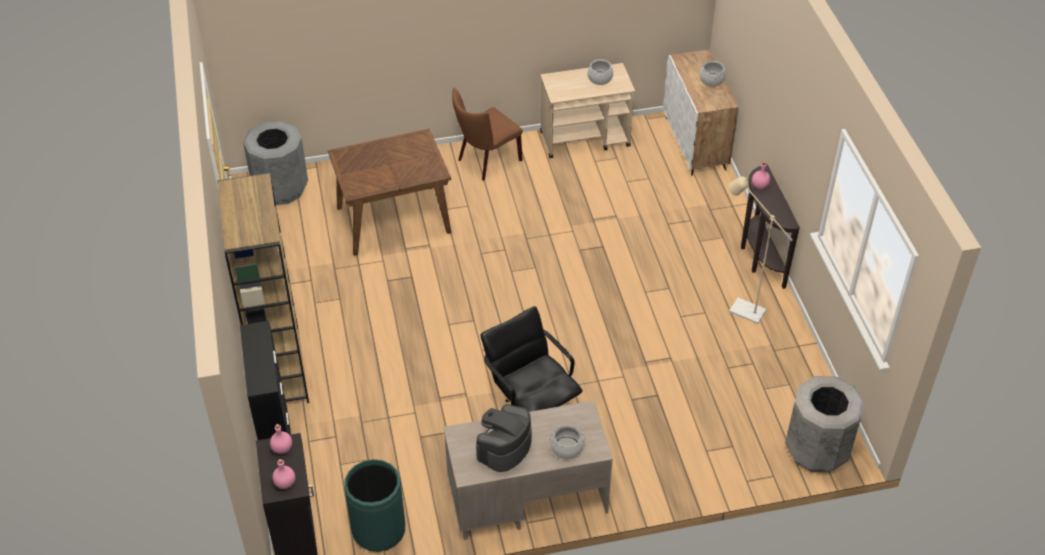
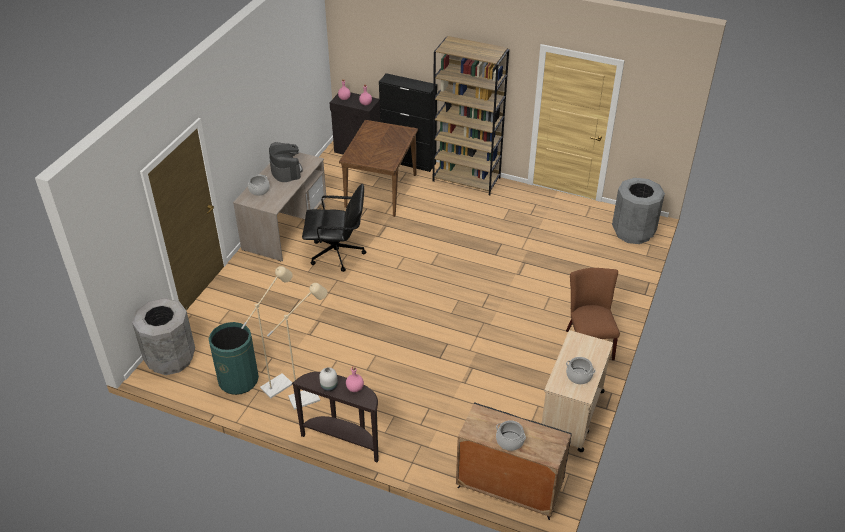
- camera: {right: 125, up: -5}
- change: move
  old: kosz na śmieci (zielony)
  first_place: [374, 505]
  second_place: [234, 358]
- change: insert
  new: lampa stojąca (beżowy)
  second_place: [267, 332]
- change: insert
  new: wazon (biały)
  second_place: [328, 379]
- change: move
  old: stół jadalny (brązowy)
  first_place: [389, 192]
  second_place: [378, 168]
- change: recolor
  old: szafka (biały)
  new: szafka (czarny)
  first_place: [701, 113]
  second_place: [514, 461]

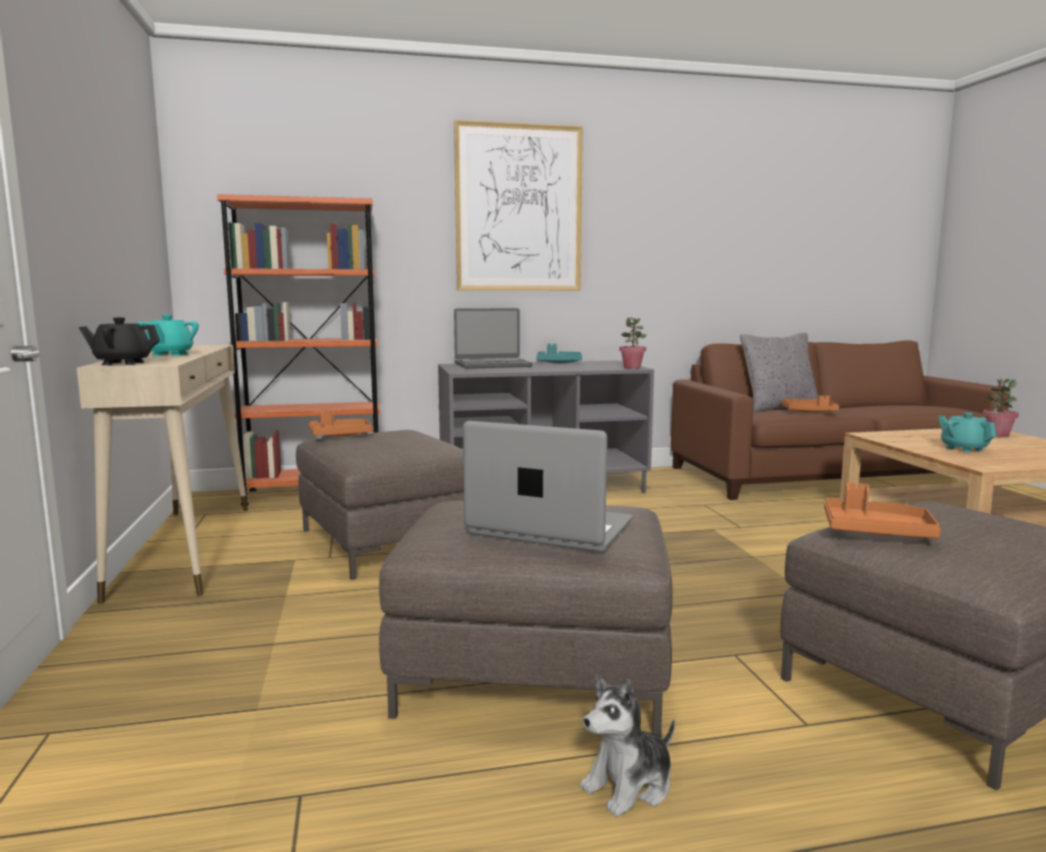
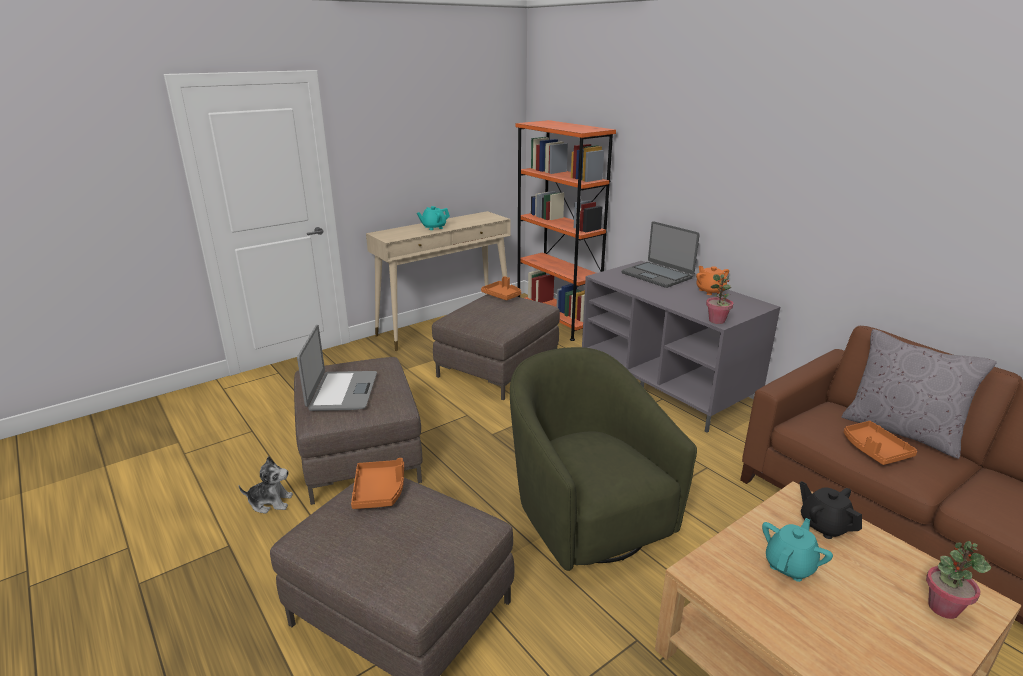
- camera: {right: 65, up: 15}
- change: rotate
  old: pluszak
  first_place: [627, 746]
  second_place: [266, 485]
  degrees: 150
- change: insert
  new: fotel (zielony)
  second_place: [603, 459]
- change: replace
  old: taca (turkusowy)
  new: imbryk (pomarańczowy)
  first_place: [559, 353]
  second_place: [712, 280]
- change: move
  old: imbryk (czarny)
  first_place: [119, 341]
  second_place: [830, 510]
- change: delete
  old: obraz
  first_place: [518, 205]

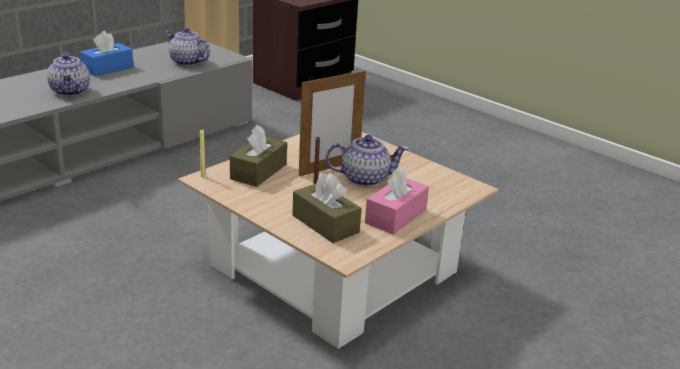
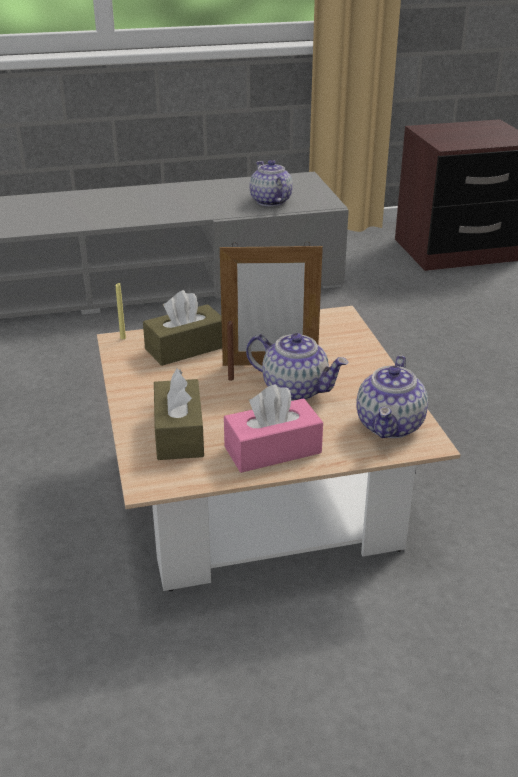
- camera: {right: 35, up: 5}
- change: move
  old: imbryk
  first_place: [68, 74]
  second_place: [392, 396]
- change: delete
  old: pudełko chusteczek (niebieski)
  first_place: [107, 54]

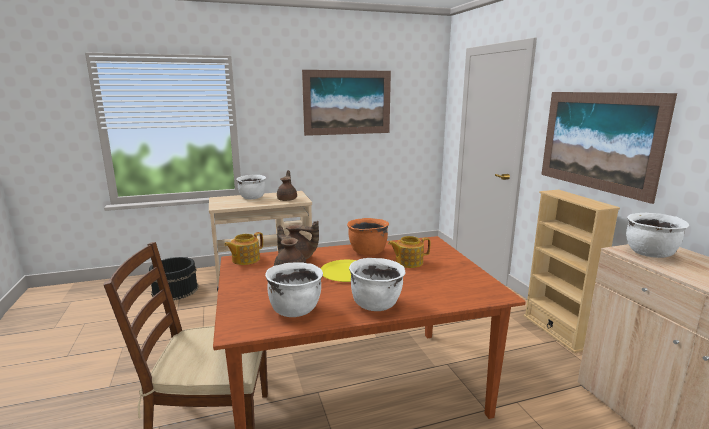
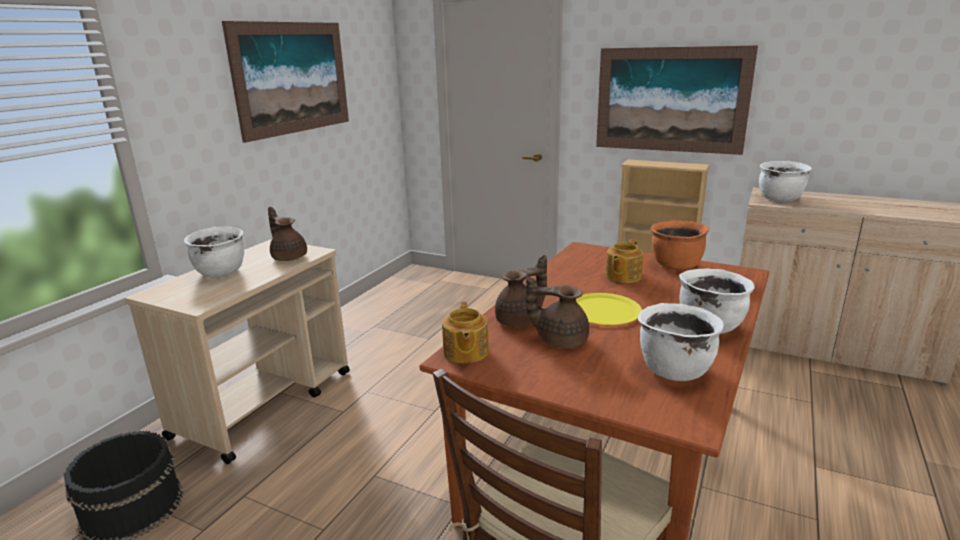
- camera: {right: -45, up: 5}
- change: move
  old: garnek (pomarańczowy)
  first_place: [368, 236]
  second_place: [680, 245]

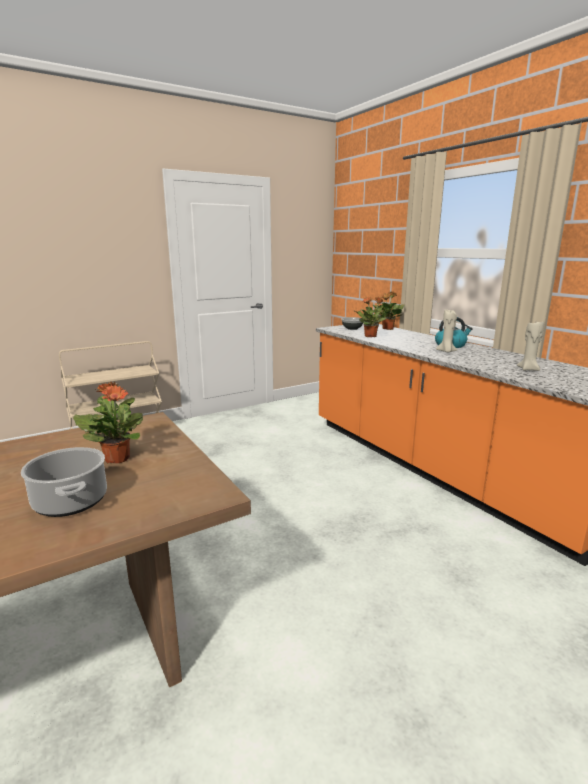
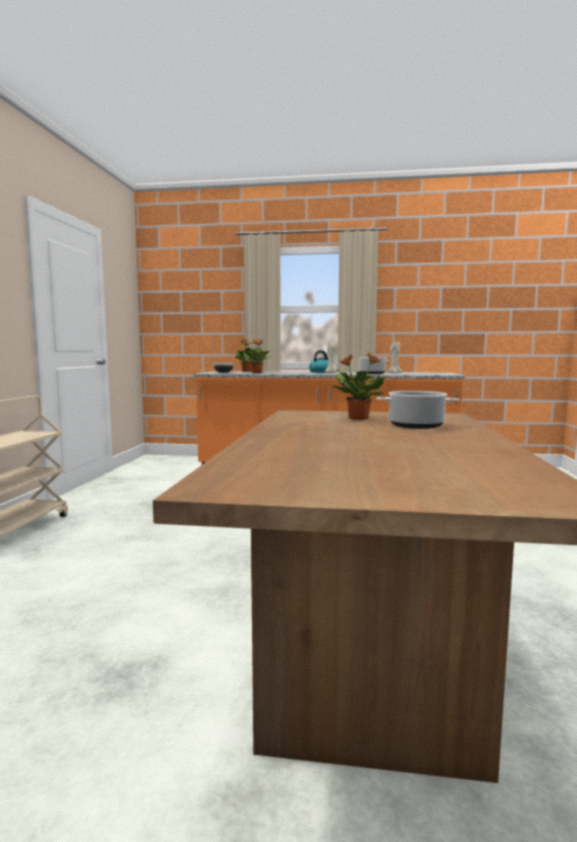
- camera: {right: -50, up: -10}
- change: insert
  new: garnek
  second_place: [373, 365]

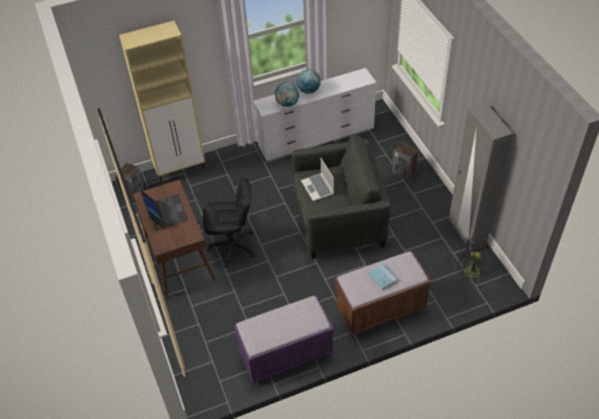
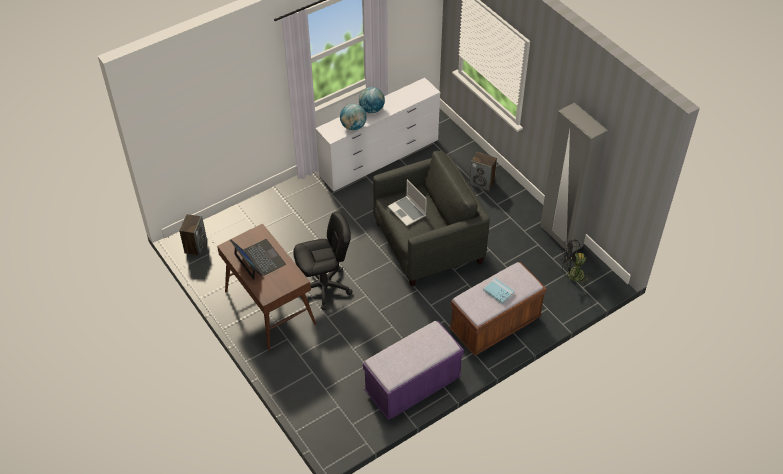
- camera: {right: -15, up: 0}
- change: delete
  old: szafka (beżowy)
  first_place: [162, 101]

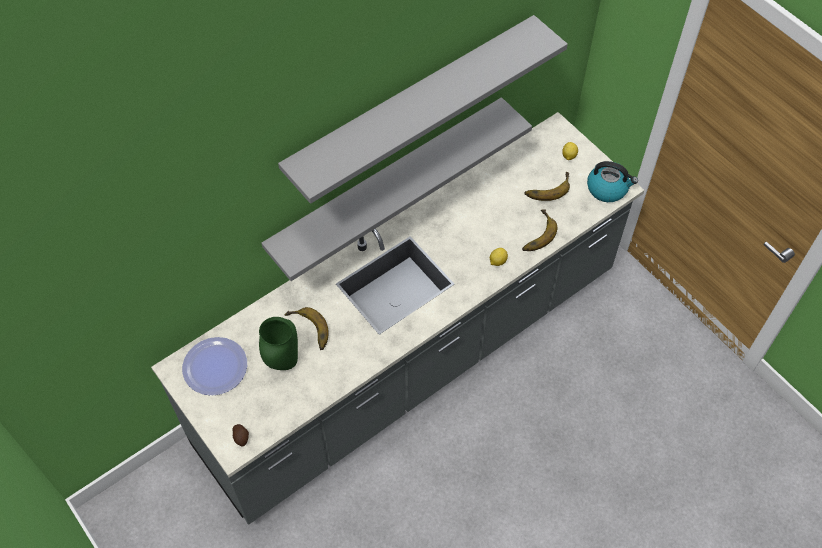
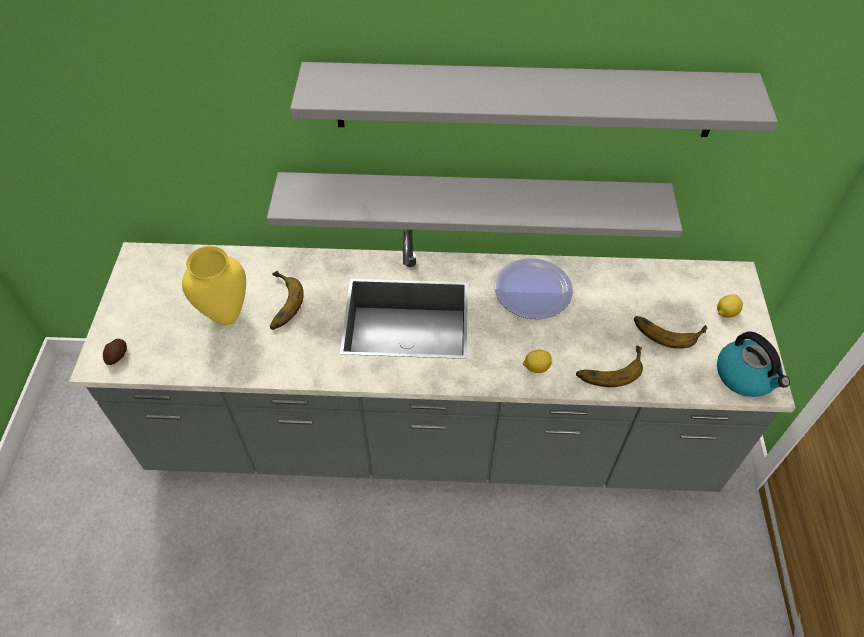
- camera: {right: 40, up: -5}
- change: recolor
  old: wazon (zielony)
  new: wazon (żółty)
  first_place: [278, 343]
  second_place: [214, 285]
- change: move
  old: talerz
  first_place: [214, 366]
  second_place: [534, 288]

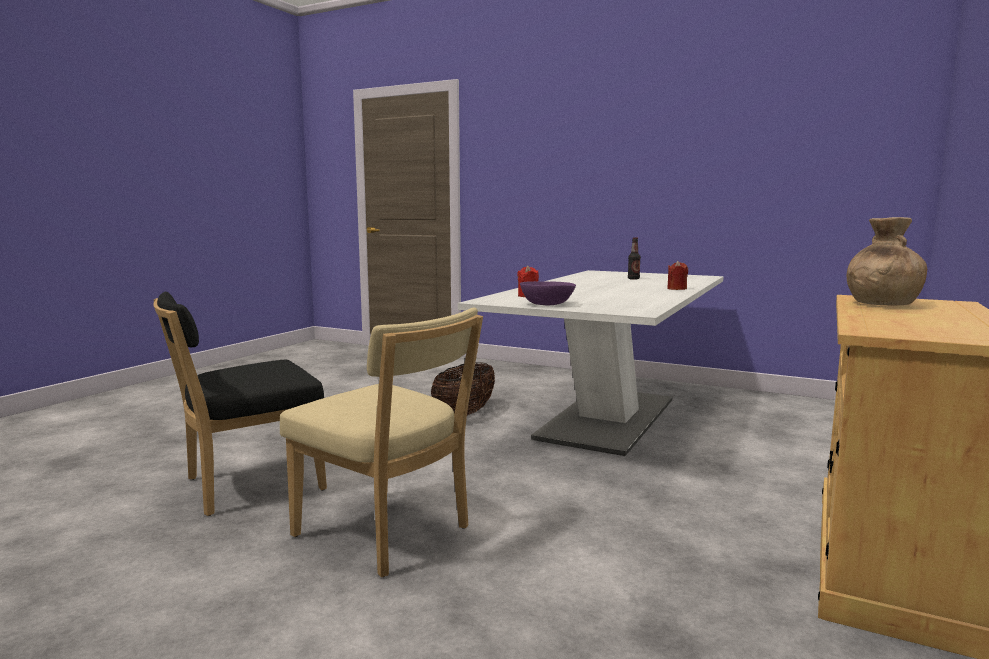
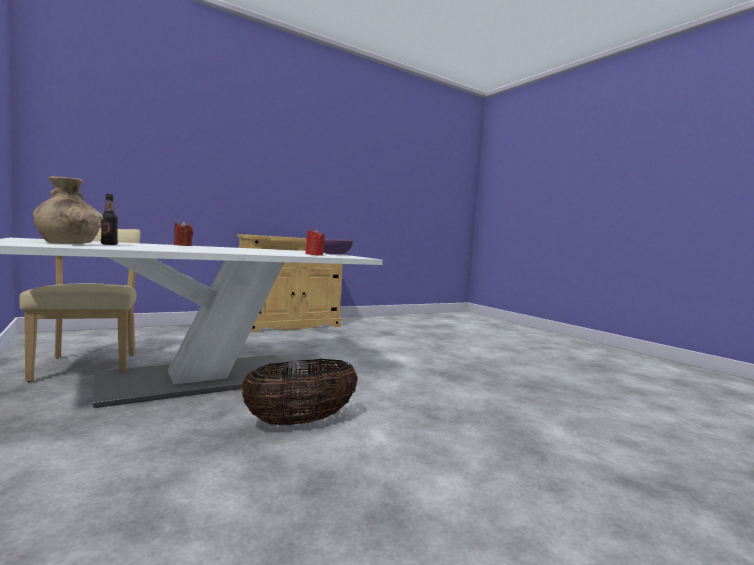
- camera: {right: -150, up: -5}
- change: move
  old: krzesło (beżowy)
  first_place: [381, 442]
  second_place: [80, 305]
- change: move
  old: wazon (brązowy)
  first_place: [887, 261]
  second_place: [68, 210]
- change: delete
  old: krzesło (czarny)
  first_place: [240, 404]

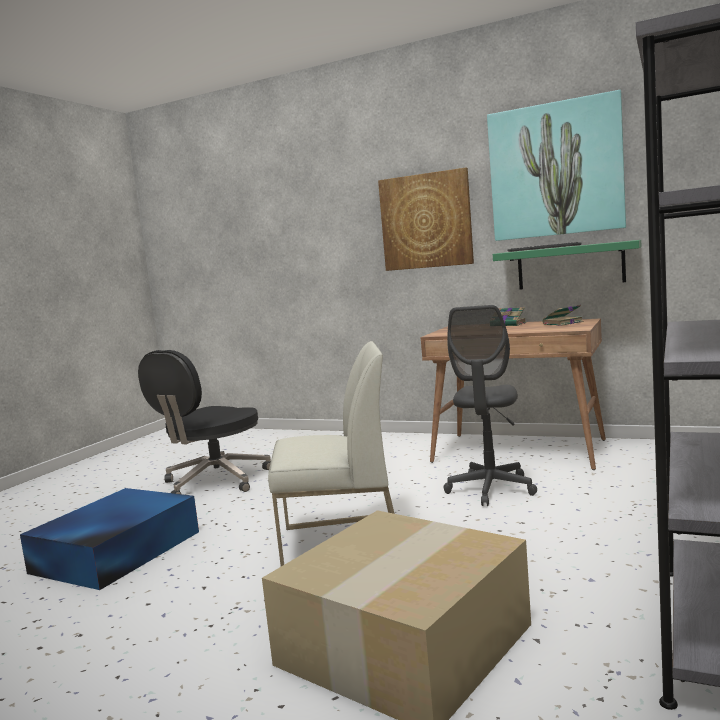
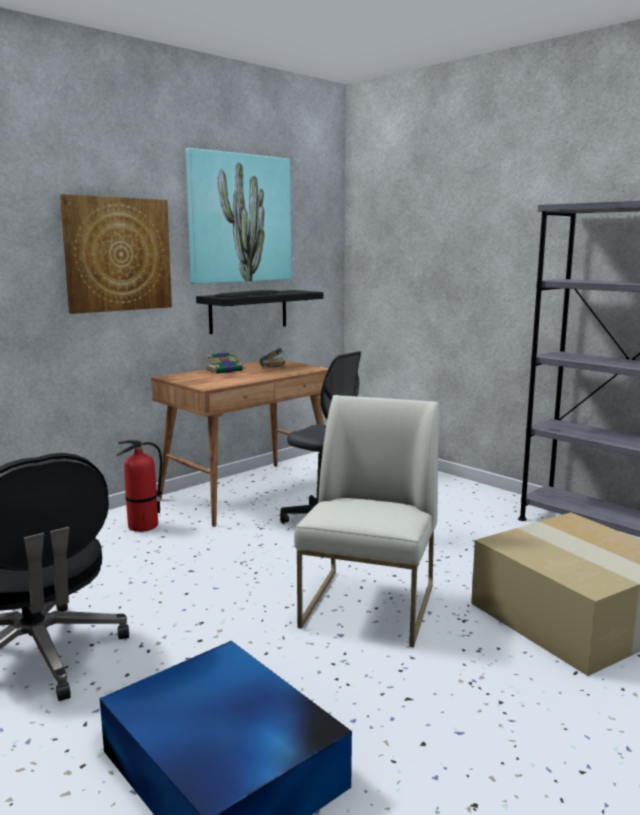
- camera: {right: -70, up: 5}
- change: insert
  new: gaśnica
  second_place: [139, 486]
- change: recolor
  old: półka (zielony)
  new: półka (czarny)
  first_place: [567, 264]
  second_place: [259, 312]

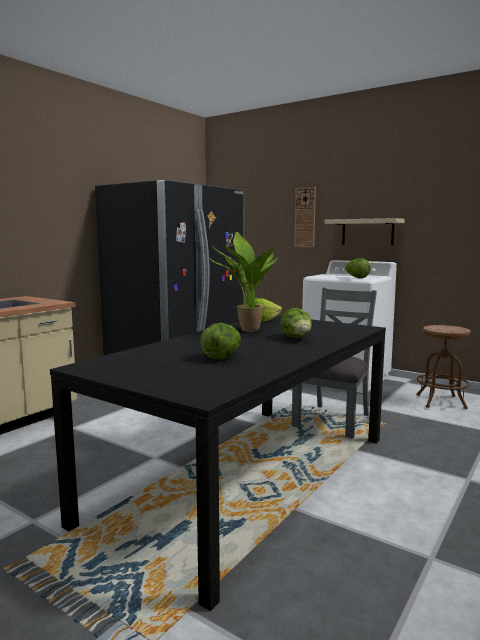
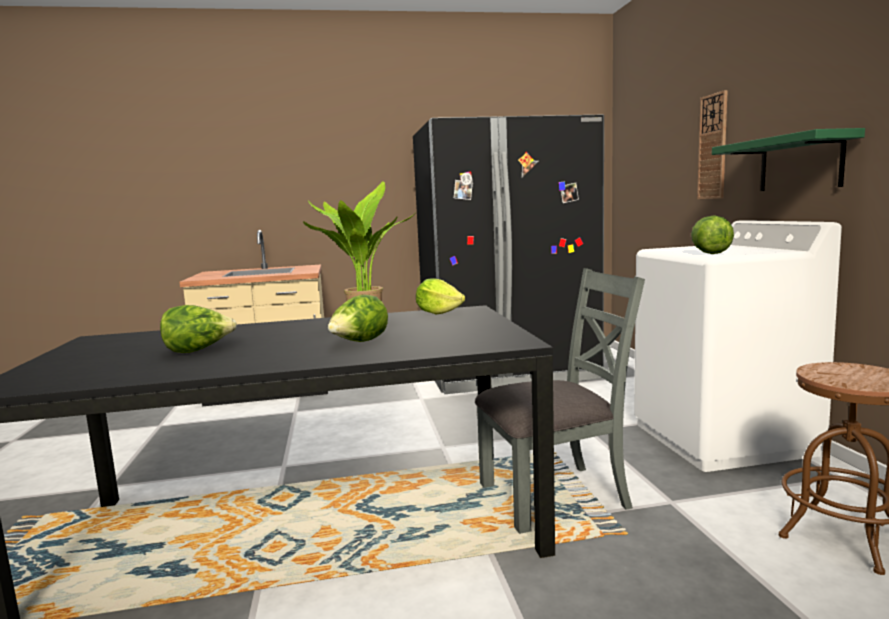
- camera: {right: 45, up: 0}
- change: recolor
  old: półka (beżowy)
  new: półka (zielony)
  first_place: [365, 231]
  second_place: [788, 159]

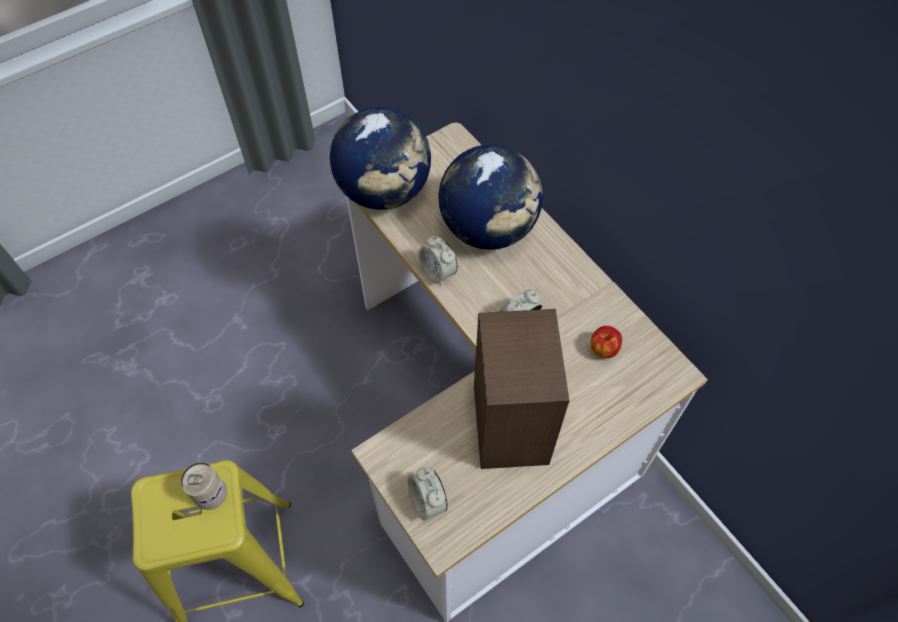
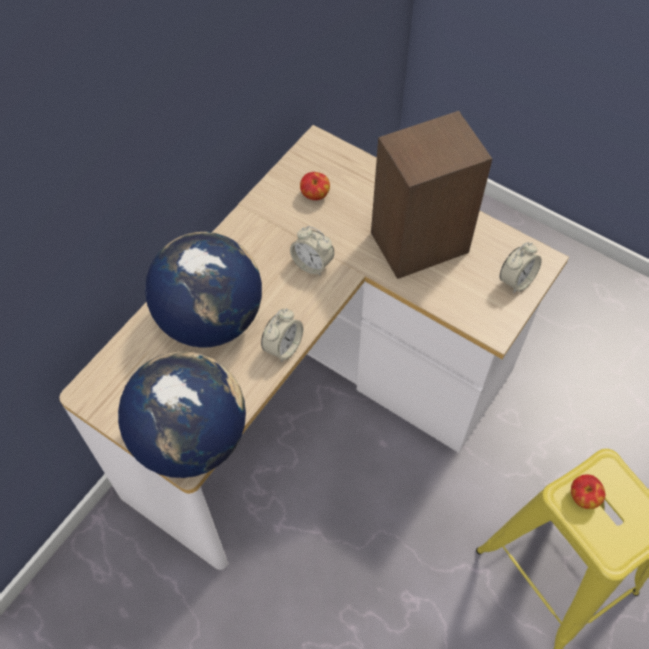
- camera: {right: -110, up: 0}
- change: replace
  old: puszka
  new: jabłko
  first_place: [204, 486]
  second_place: [588, 492]

